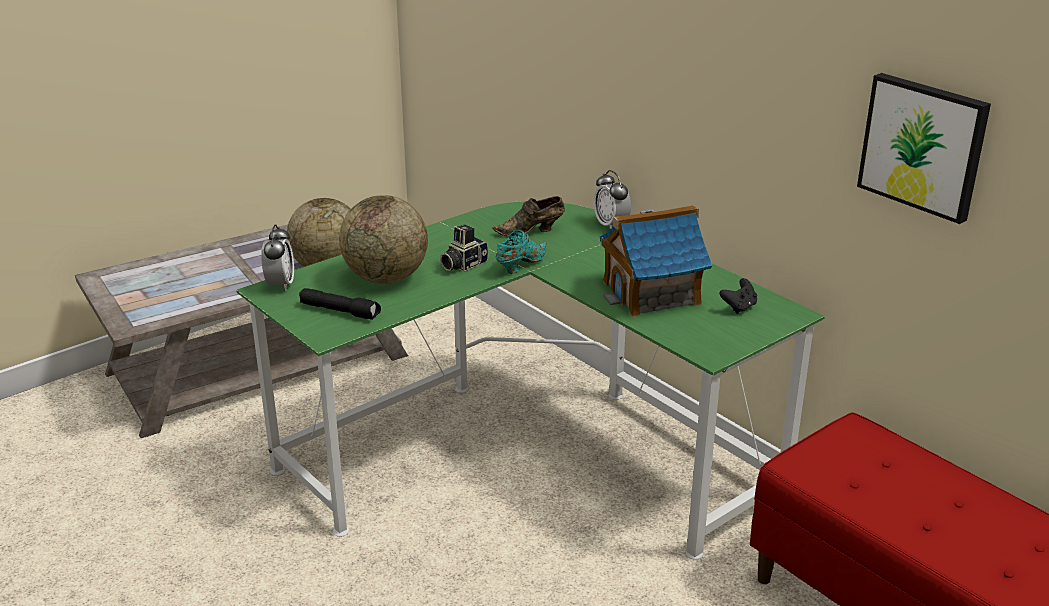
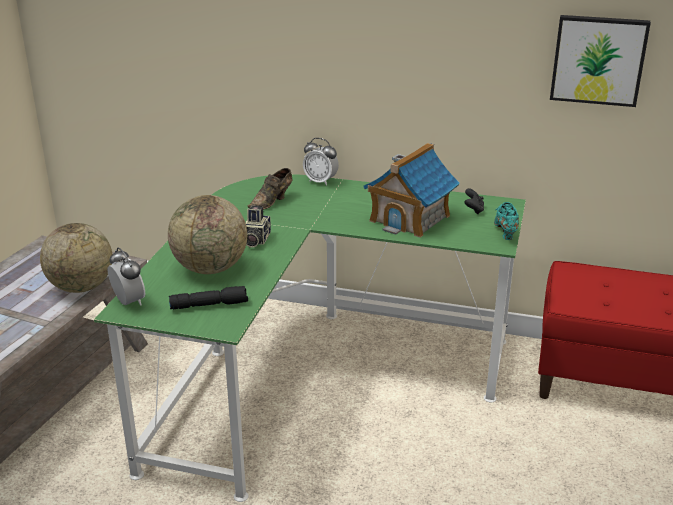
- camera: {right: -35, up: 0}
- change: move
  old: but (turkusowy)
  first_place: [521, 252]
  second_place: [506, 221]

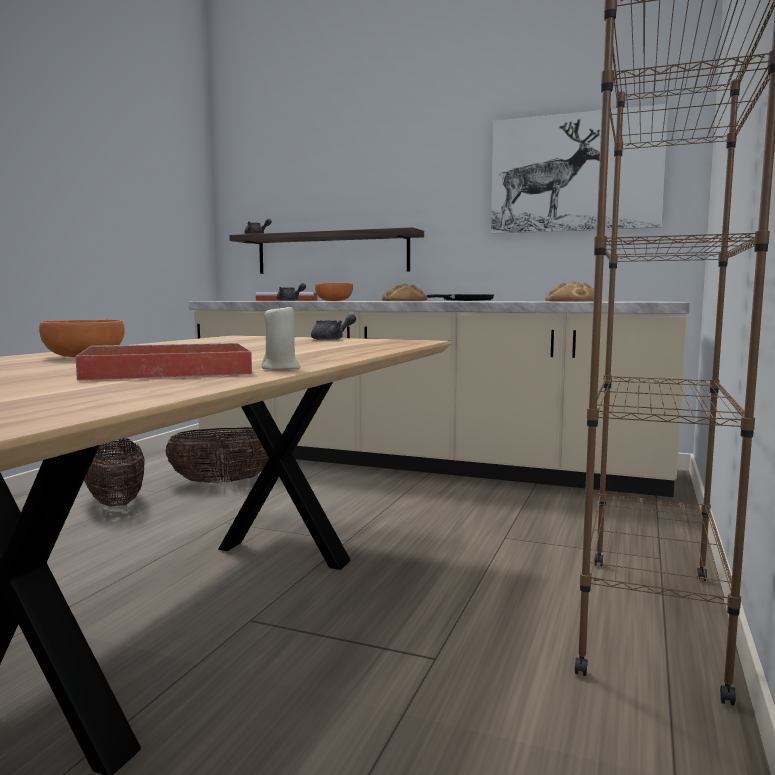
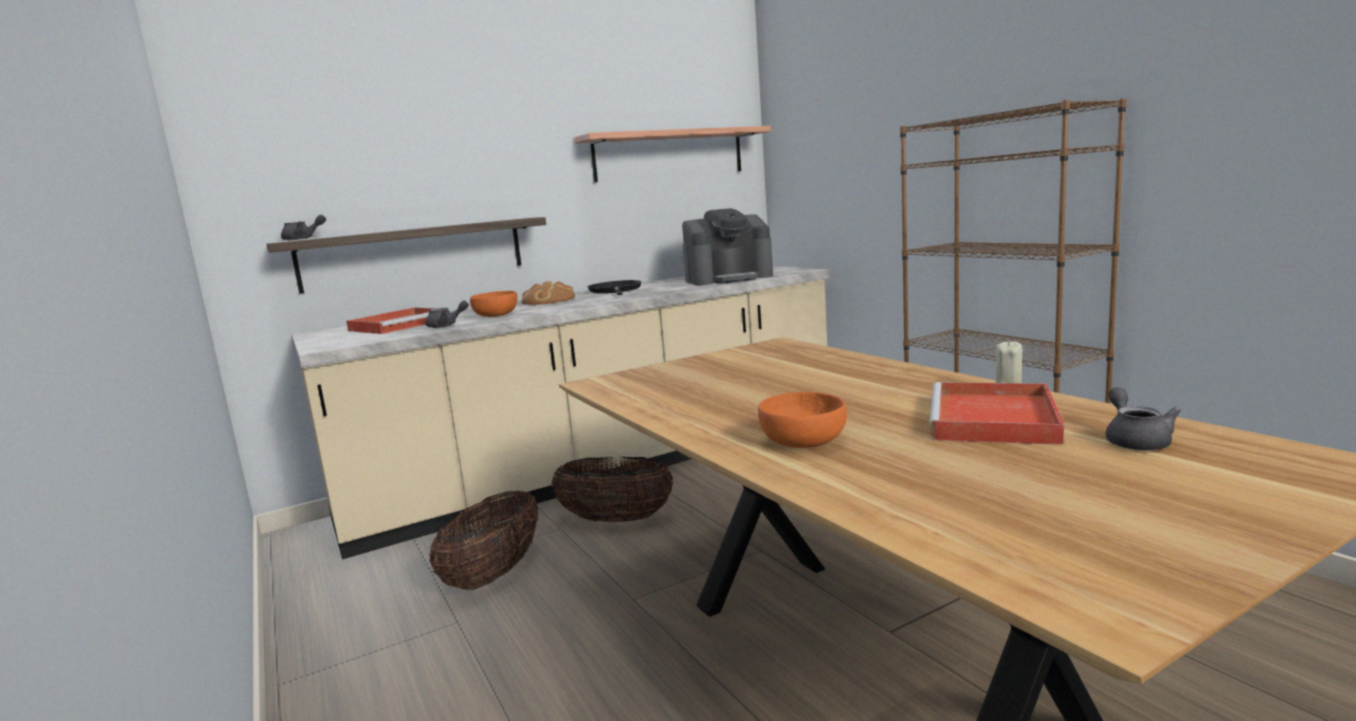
- camera: {right: -50, up: 5}
- change: move
  old: koszyk
  first_place: [114, 472]
  second_place: [612, 489]
- change: replace
  old: obraz
  new: półka
  first_place: [579, 169]
  second_place: [672, 154]
- change: replace
  old: chleb
  new: ekspres do kawy
  first_place: [569, 291]
  second_place: [727, 246]
- change: move
  old: imbryk (szary)
  first_place: [333, 327]
  second_place: [1143, 418]

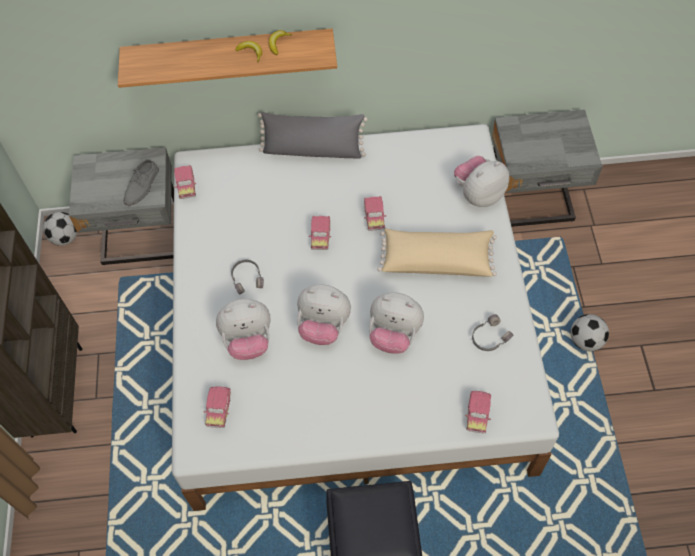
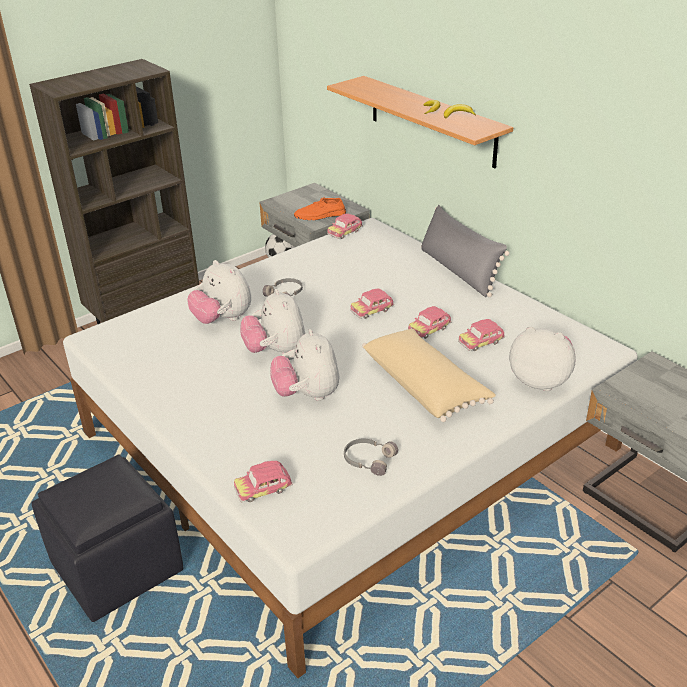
- camera: {right: 55, up: -25}
- change: recolor
  old: but (szary)
  new: but (pomarańczowy)
  first_place: [141, 182]
  second_place: [320, 208]
- change: move
  old: samochodzik
  first_place: [217, 407]
  second_place: [481, 335]
- change: delete
  old: piłka futbolowa
  first_place: [589, 332]

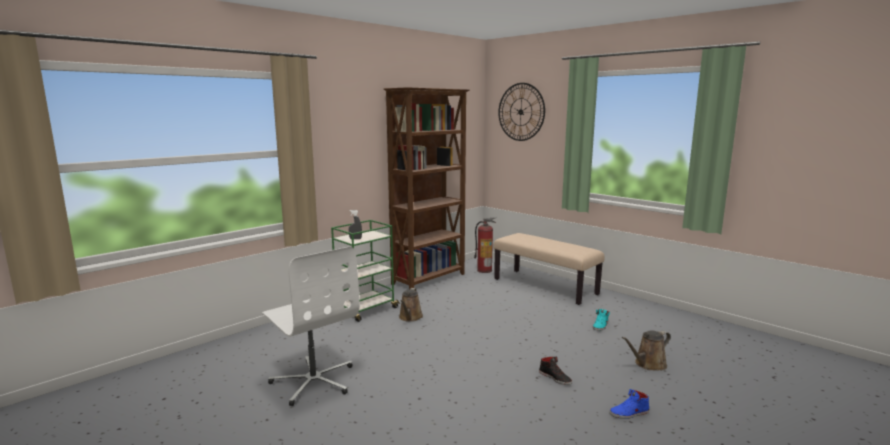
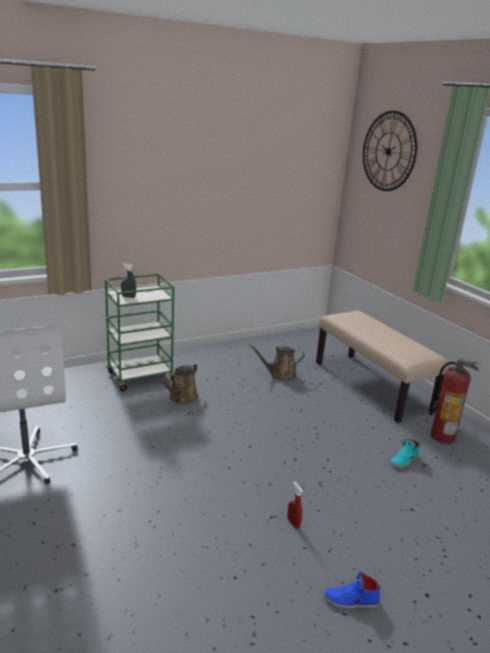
- camera: {right: 15, up: 10}
- change: move
  old: konewka (brązowy)
  first_place: [646, 350]
  second_place: [277, 362]
- change: replace
  old: but (czarny)
  new: spryskiwacz (czerwony)
  first_place: [555, 370]
  second_place: [295, 505]
- change: move
  old: gaśnica
  first_place: [485, 245]
  second_place: [455, 401]
- change: delete
  old: regał (brązowy)
  first_place: [427, 188]

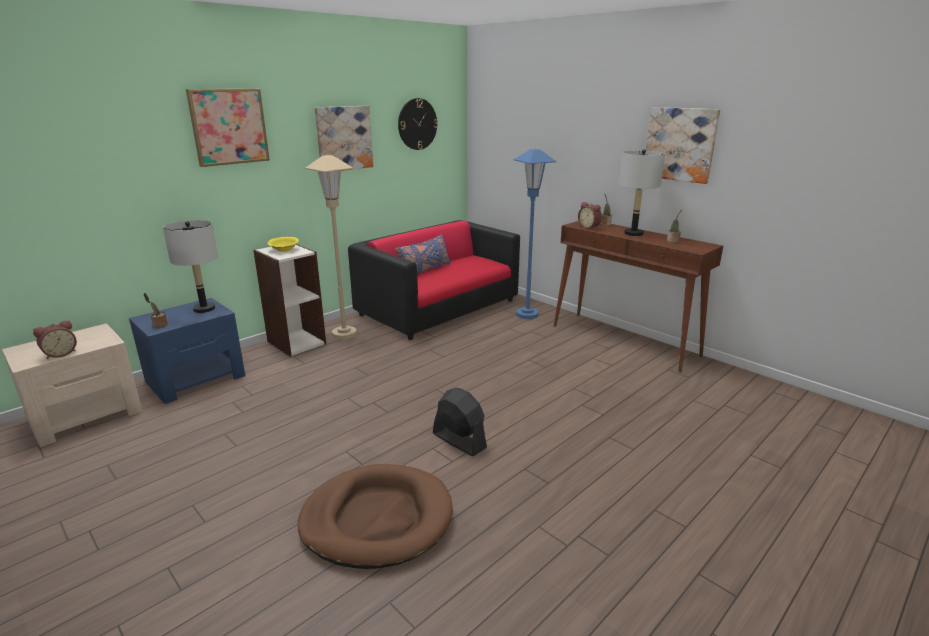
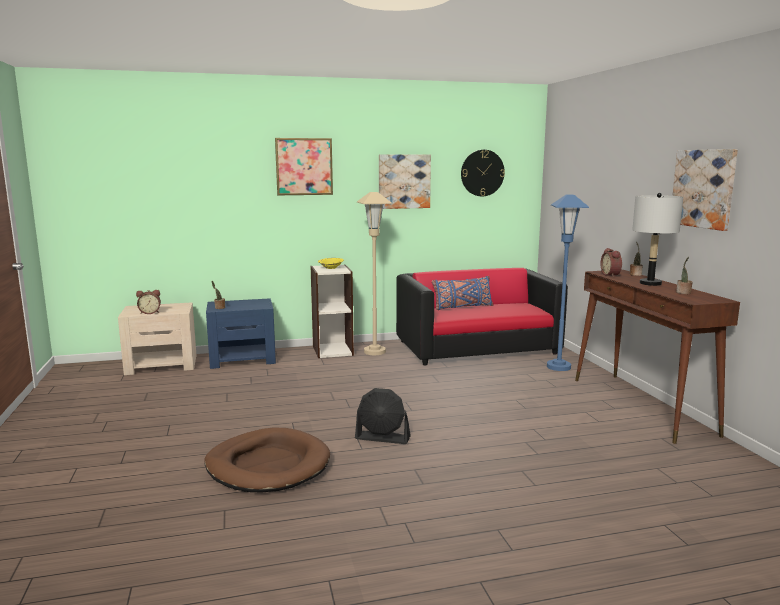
- camera: {right: 30, up: -10}
- change: rotate
  old: wentylator (czarny)
  first_place: [460, 422]
  second_place: [383, 416]
  degrees: 120
- change: delete
  old: lampa stołowa (szary)
  first_place: [190, 266]

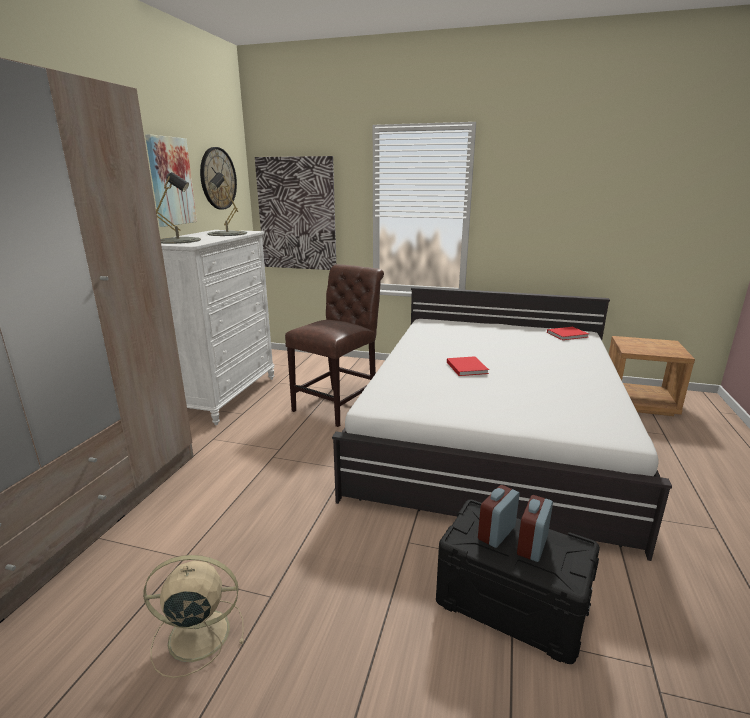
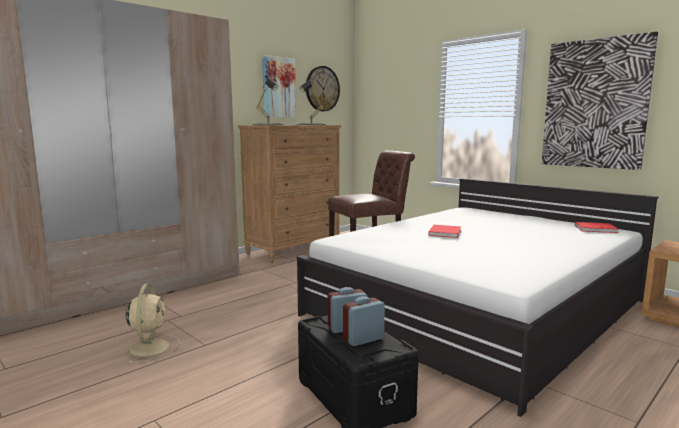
- camera: {right: 30, up: -10}
- change: rotate
  old: wentylator (beżowy)
  first_place: [193, 616]
  second_place: [150, 323]
  degrees: 60
- change: recolor
  old: komoda (biały)
  new: komoda (brązowy)
  first_place: [217, 327]
  second_place: [289, 194]
- change: move
  old: obraz
  first_place: [295, 213]
  second_place: [600, 101]

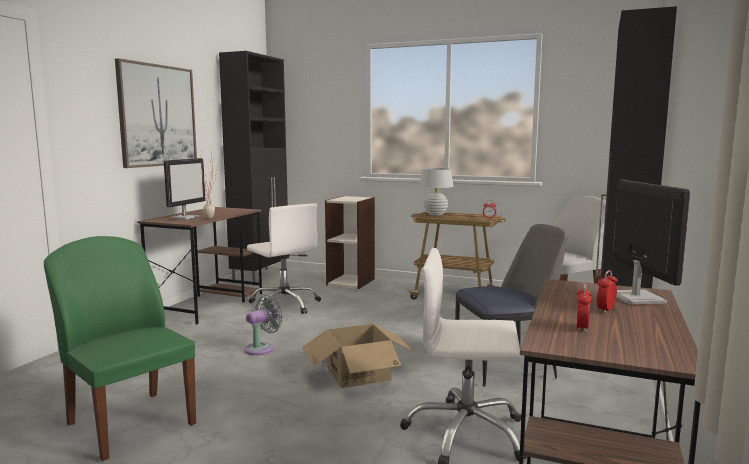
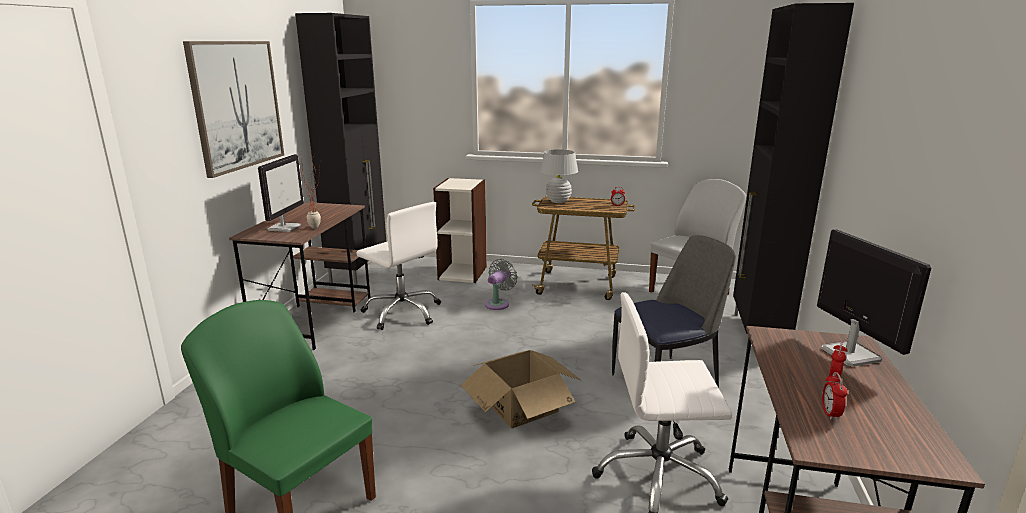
- camera: {right: -10, up: 10}
- change: move
  old: wentylator (szary)
  first_place: [263, 325]
  second_place: [501, 284]

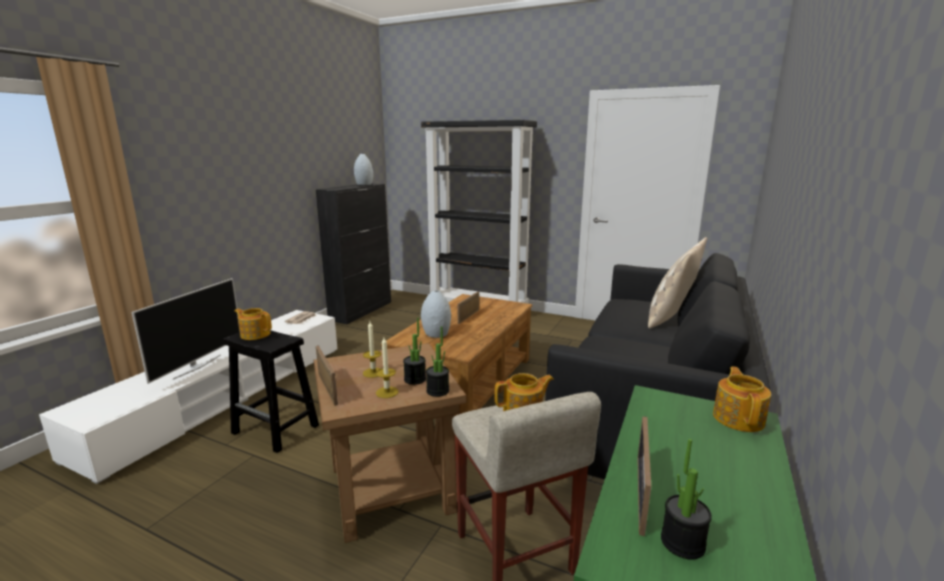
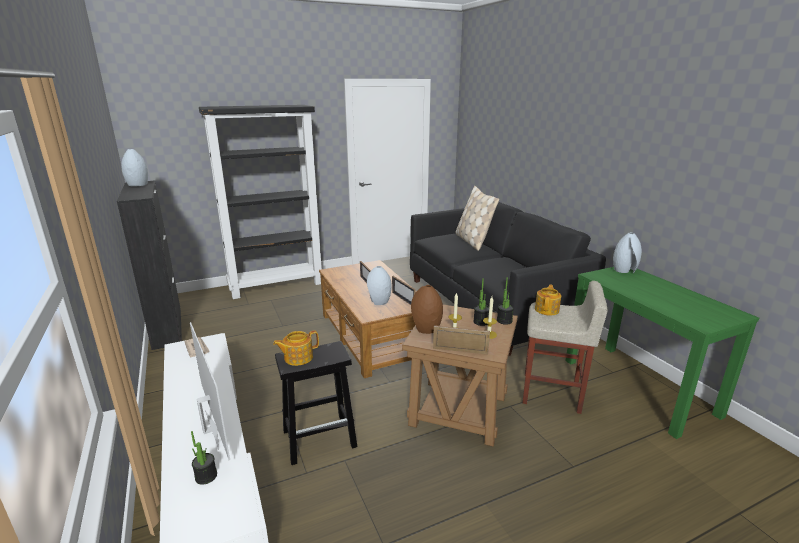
- camera: {right: -50, up: 5}
- change: move
  old: roślina doniczkowa
  first_place: [686, 499]
  second_place: [204, 458]
- change: move
  old: ramka na zdjęcie
  first_place: [644, 476]
  second_place: [404, 290]
- change: insert
  new: wazon (brązowy)
  second_place: [427, 309]
- change: replace
  old: imbryk
  new: wazon (szary)
  first_place: [742, 399]
  second_place: [627, 253]

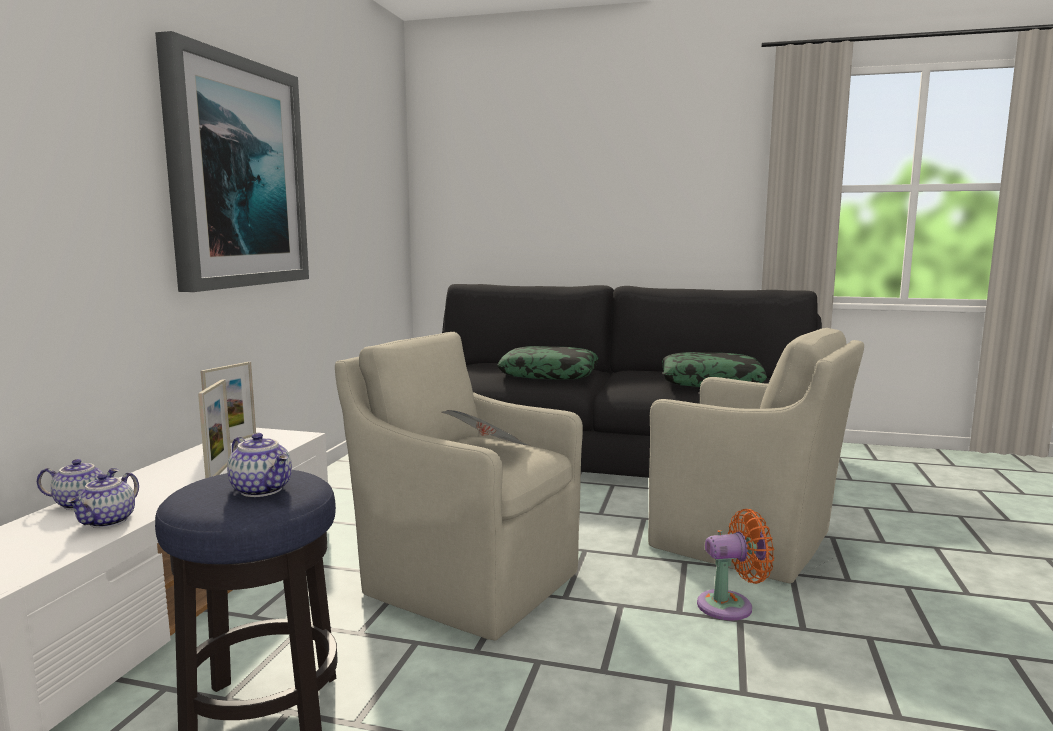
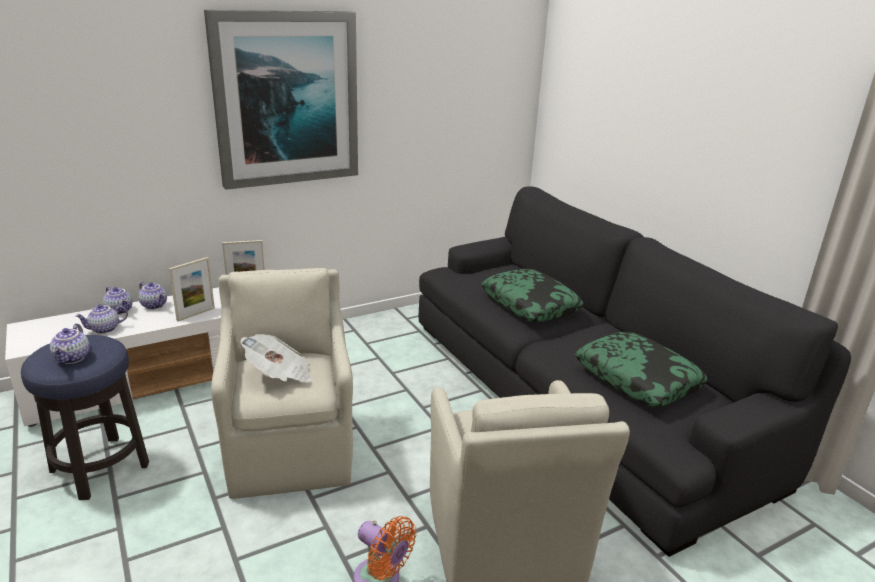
- camera: {right: 45, up: 15}
- change: insert
  new: imbryk
  second_place: [152, 296]

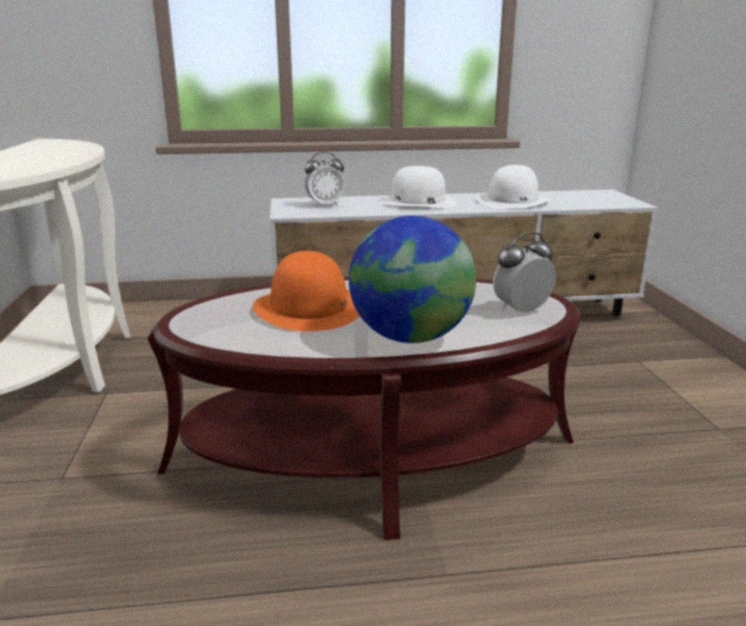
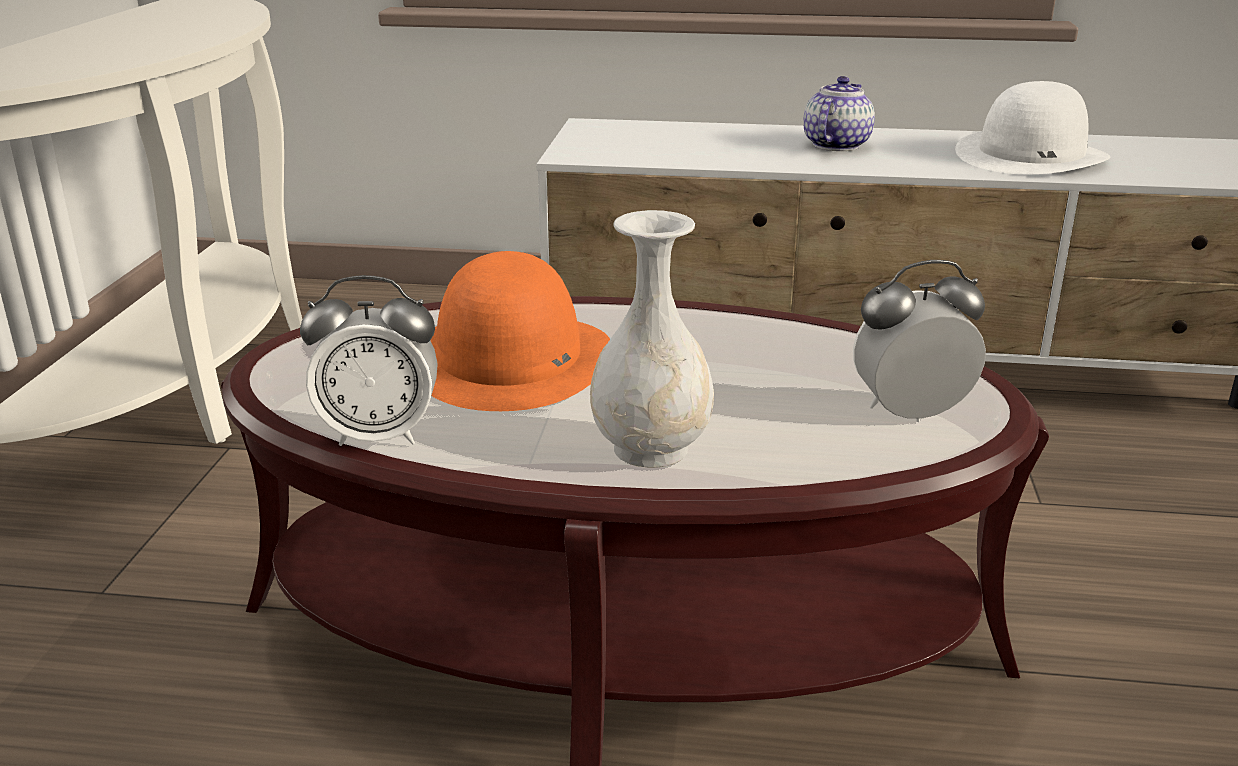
- camera: {right: 15, up: 5}
- change: move
  old: budzik
  first_place: [325, 179]
  second_place: [369, 360]
- change: replace
  old: globus
  new: wazon (biały)
  first_place: [412, 279]
  second_place: [652, 339]
- change: replace
  old: kapelusz (biały)
  new: imbryk
  first_place: [418, 187]
  second_place: [839, 113]

